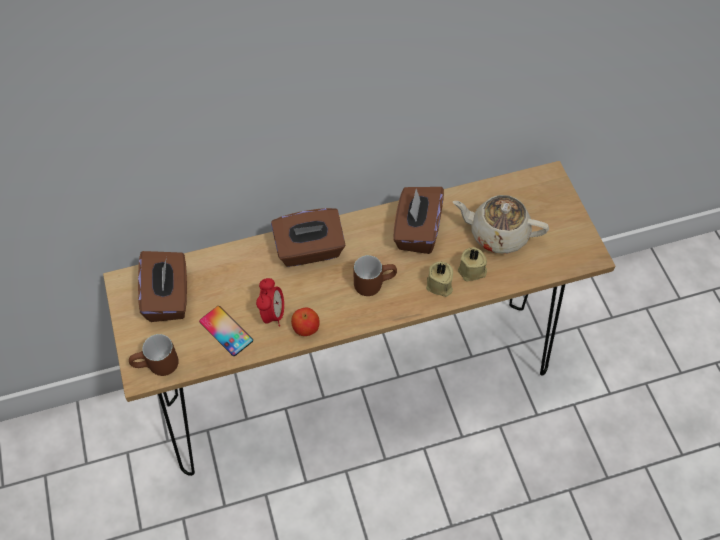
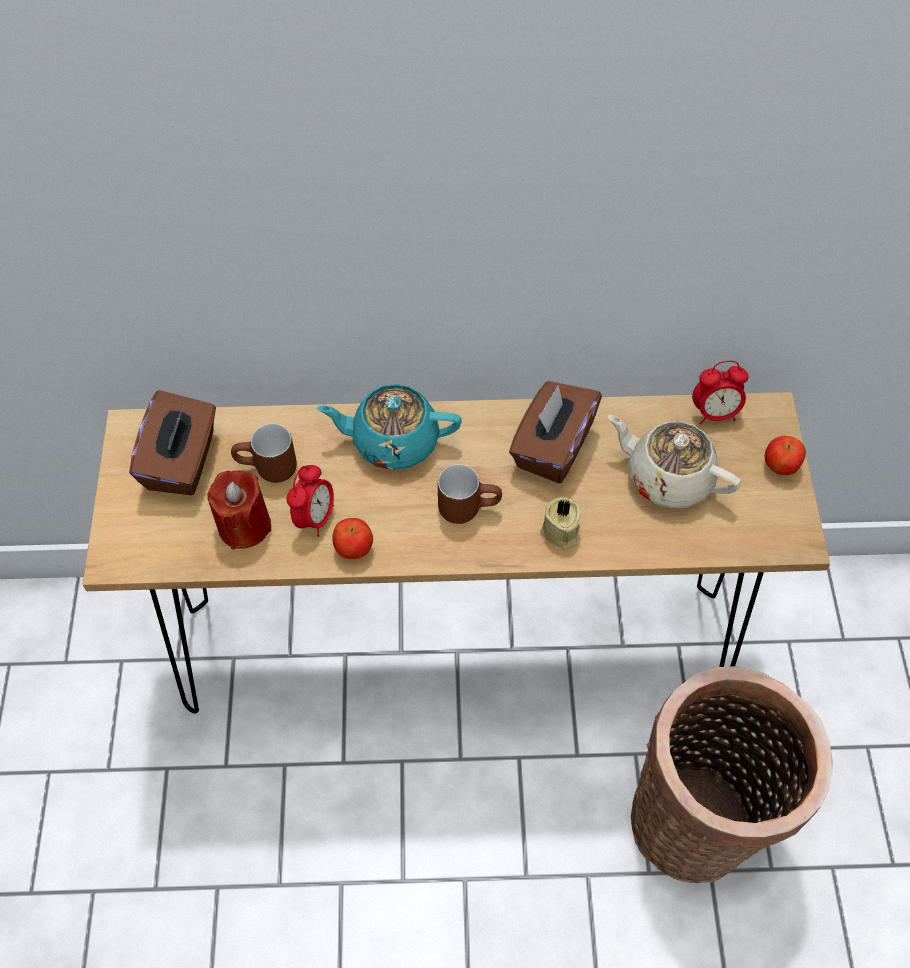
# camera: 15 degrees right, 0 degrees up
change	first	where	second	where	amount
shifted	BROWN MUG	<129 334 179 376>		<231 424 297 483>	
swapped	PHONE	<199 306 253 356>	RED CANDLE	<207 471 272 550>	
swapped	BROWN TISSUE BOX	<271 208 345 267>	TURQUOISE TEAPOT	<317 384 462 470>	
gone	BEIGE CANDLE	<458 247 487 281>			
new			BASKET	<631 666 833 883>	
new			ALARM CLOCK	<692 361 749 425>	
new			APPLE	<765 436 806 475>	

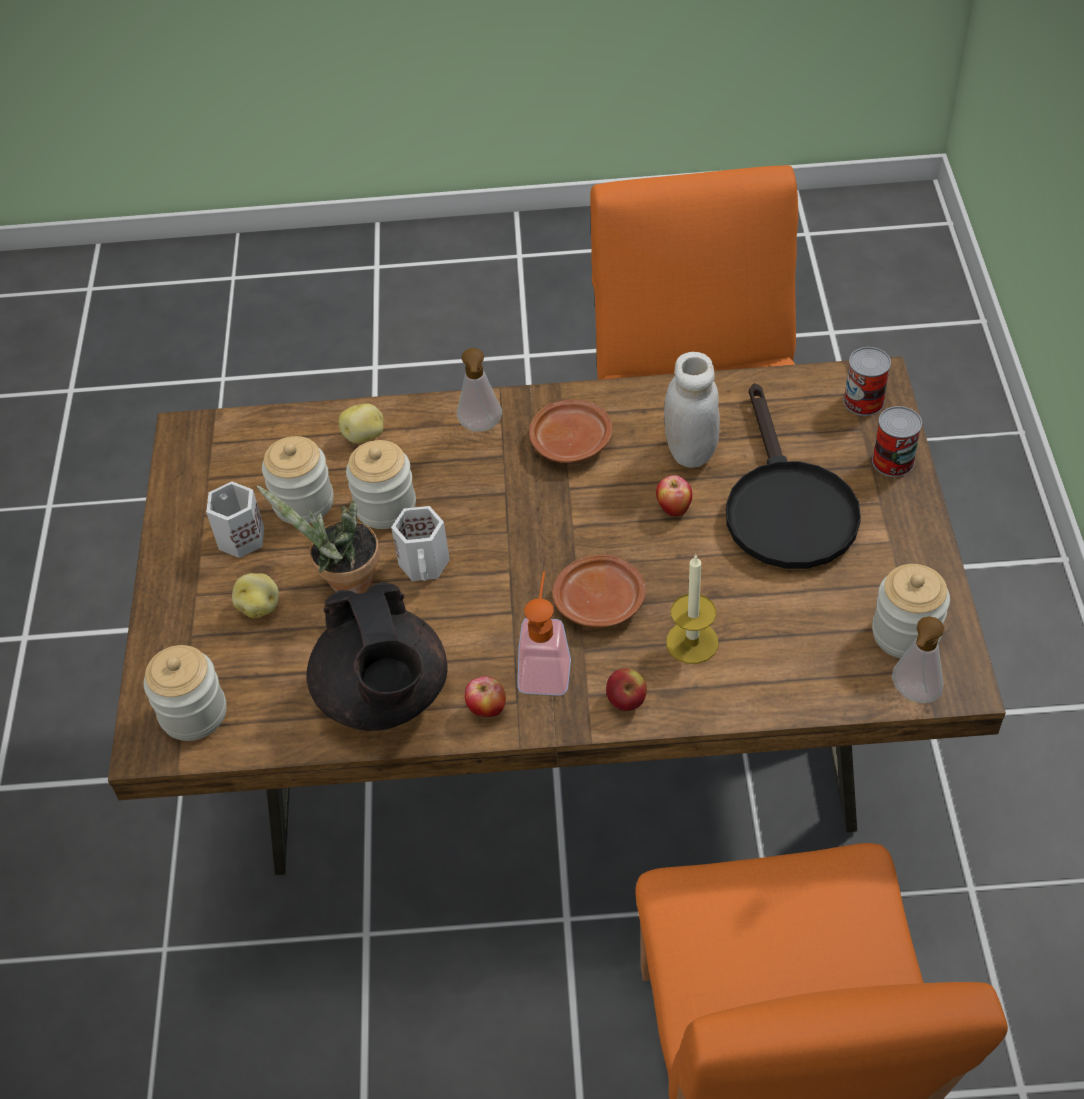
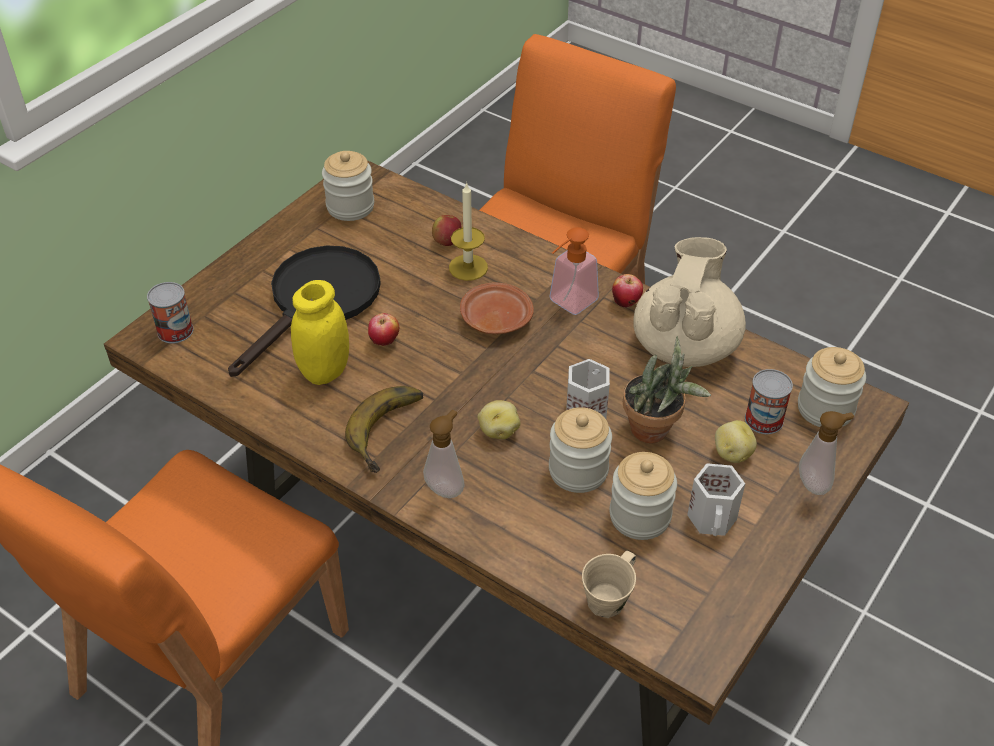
# camera: 145 degrees left, 5 degrees down
change	first	where	second	where	amount
repainted	BLACK TEAPOT	<306 582 447 731>	BEIGE TEAPOT	<633 237 746 367>	
shifted	POTATO	<339 403 384 443>		<477 400 521 439>	
swapped	BROWN PLATE	<529 399 613 463>	BANANA	<345 386 423 473>	
shifted	APPLE	<606 668 647 711>		<432 215 462 246>	
repainted	WHITE JAR	<664 352 720 468>	YELLOW JAR	<291 280 349 385>	
shifted	CAN	<872 406 922 477>		<745 369 793 434>	
shifted	SOAP DISPENSER	<892 616 944 703>		<799 411 854 495>	
new			BEIGE MUG	<582 551 636 618>	

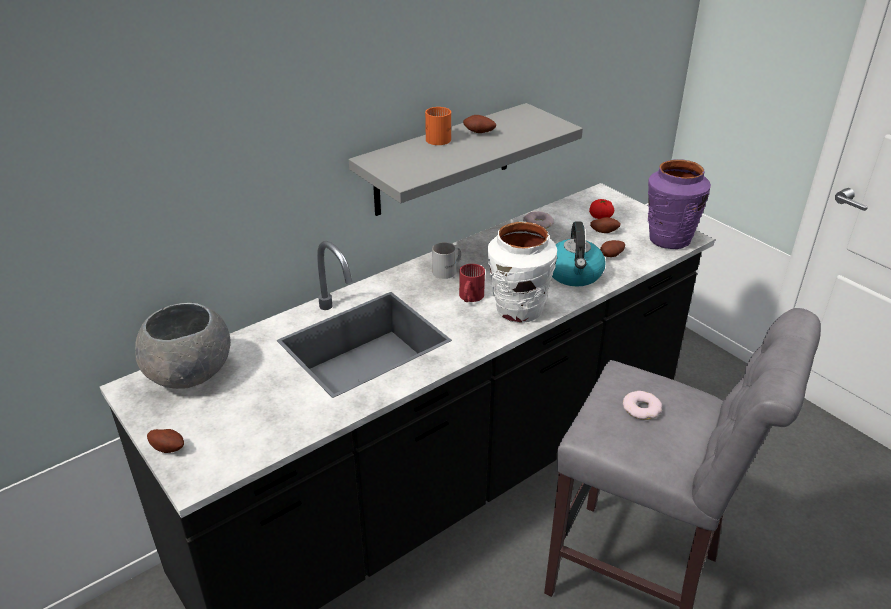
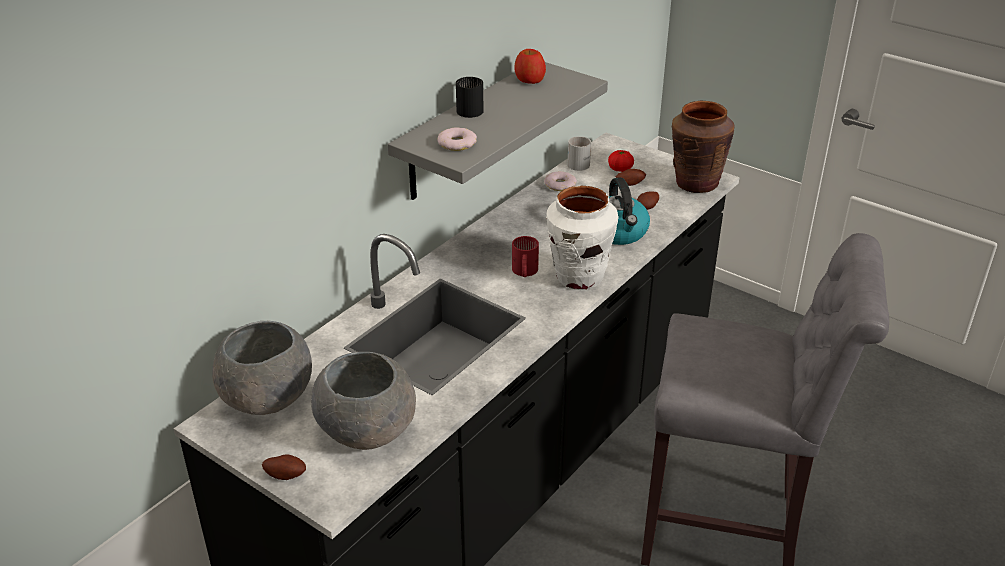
# camera: 15 degrees left, 0 degrees up
change	first	where	second	where	amount
repainted	ORANGE MUG	<425 107 451 145>	BLACK MUG	<456 77 483 118>	
shifted	WHITE MUG	<432 242 461 279>		<567 136 591 171>	
gone	POTATO	<463 115 496 133>			
shifted	DONUT	<623 391 662 420>		<437 127 477 151>	
repainted	PURPLE VASE	<648 159 711 249>	BROWN VASE	<671 101 735 193>	
new			GREY BOWL	<311 352 416 450>	
new			APPLE	<514 49 546 84>	

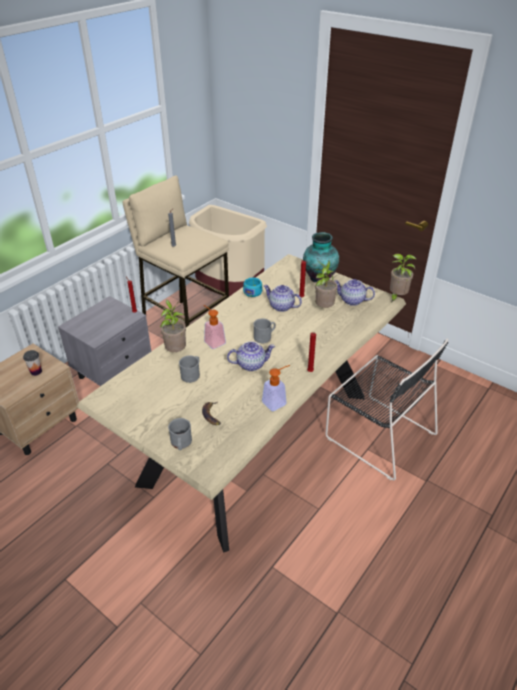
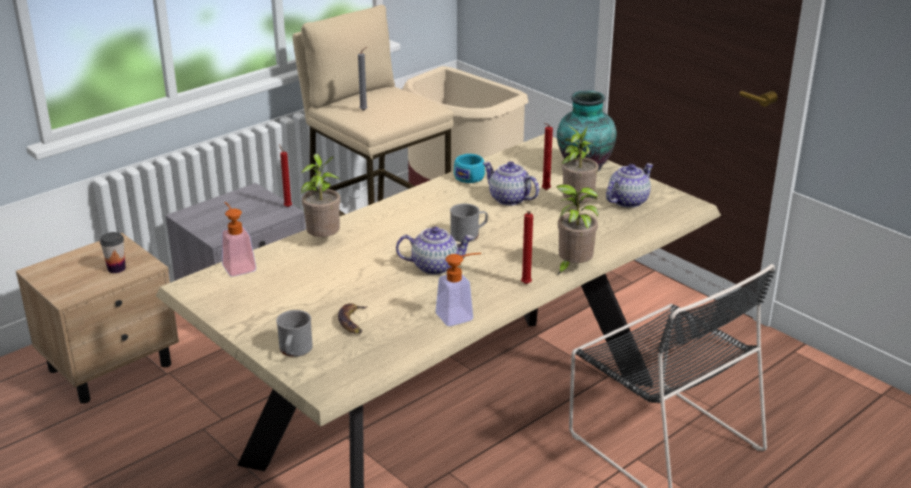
# camera: 10 degrees right, 10 degrees down
change	first	where	second	where	amount
gone	GREY MUG	<179 356 200 383>			
shifted	SOAP DISPENSER	<204 305 226 349>		<222 202 256 277>	
rotated	TEAPOT	<335 279 375 306>		<606 163 653 208>	105 degrees clockwise
shifted	POTTED PLANT	<390 254 416 302>		<556 184 599 275>	

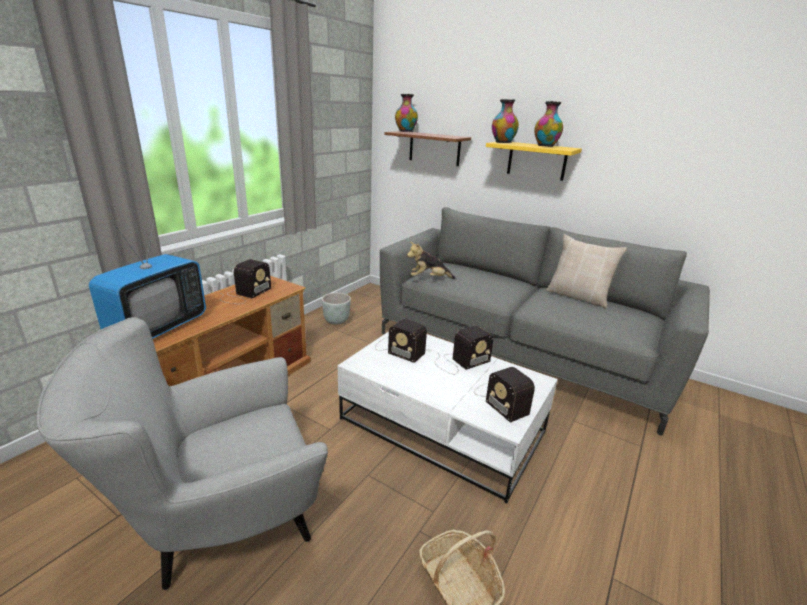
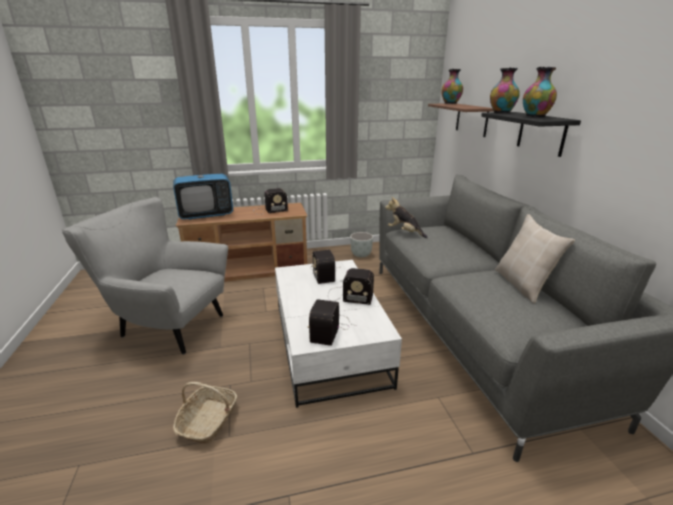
# camera: 45 degrees right, 0 degrees up
change	first	where	second	where	amount
repainted	YELLOW SHELF	<486 142 582 181>	BLACK SHELF	<481 112 581 157>	

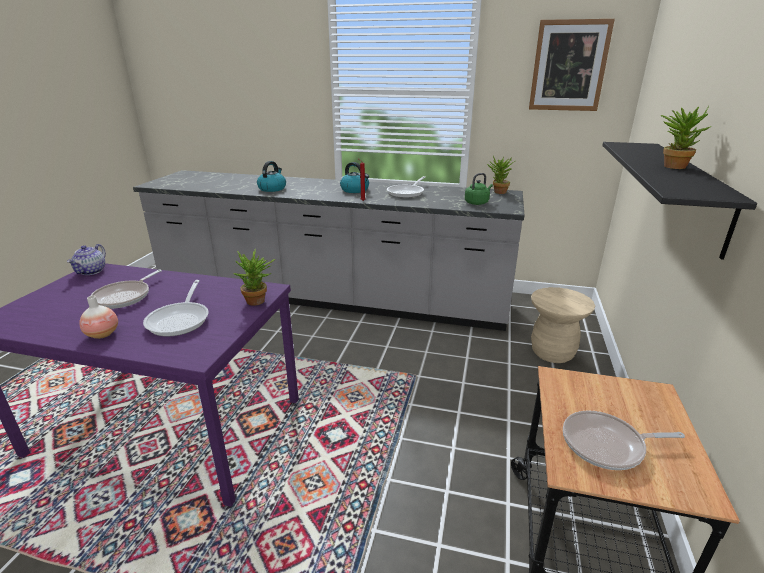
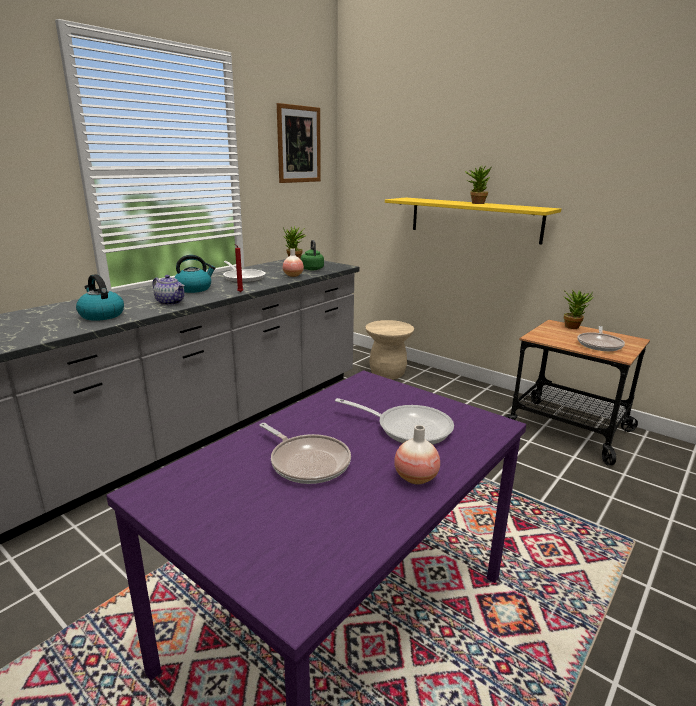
# camera: 65 degrees left, 5 degrees down
change	first	where	second	where	amount
shifted	TEAPOT	<67 244 106 275>		<153 275 185 305>	
shifted	POTTED PLANT	<233 249 275 306>		<563 290 594 329>	
repainted	BLACK SHELF	<602 142 757 260>	YELLOW SHELF	<385 198 561 244>	
new			VASE	<283 248 304 277>	

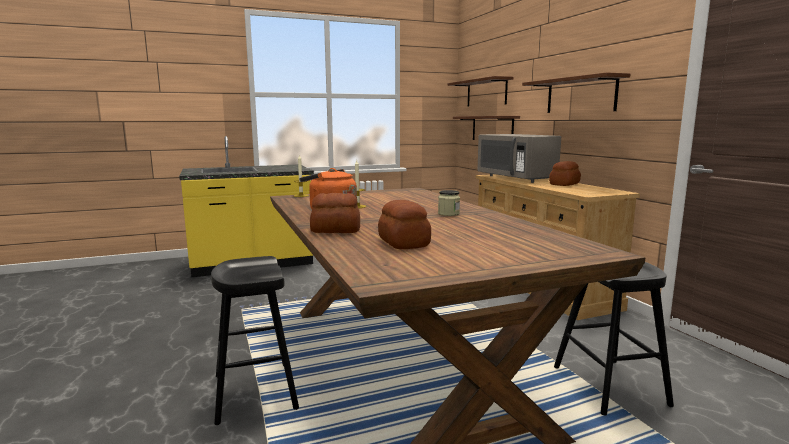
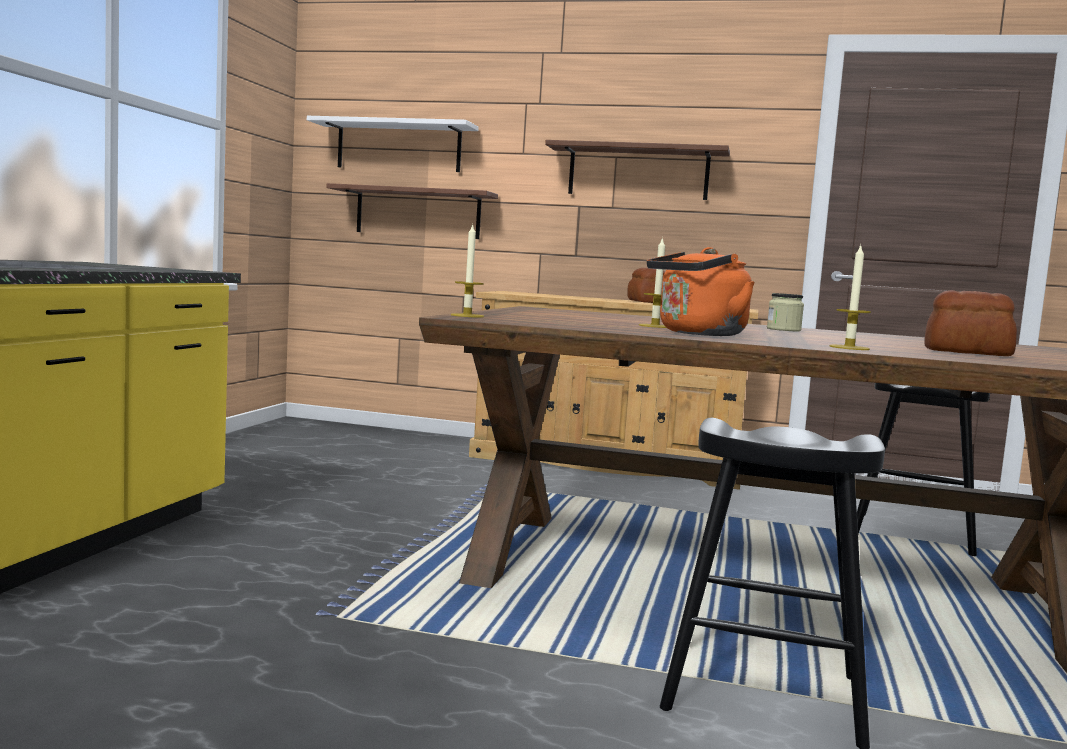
# camera: 55 degrees left, 5 degrees down
change	first	where	second	where	amount
swapped	BREAD	<310 193 360 233>	CANDLE	<830 246 871 350>	
repainted	BROWN SHELF	<448 76 514 107>	WHITE SHELF	<307 116 479 172>	
gone	GREY MICROWAVE	<477 134 561 183>			

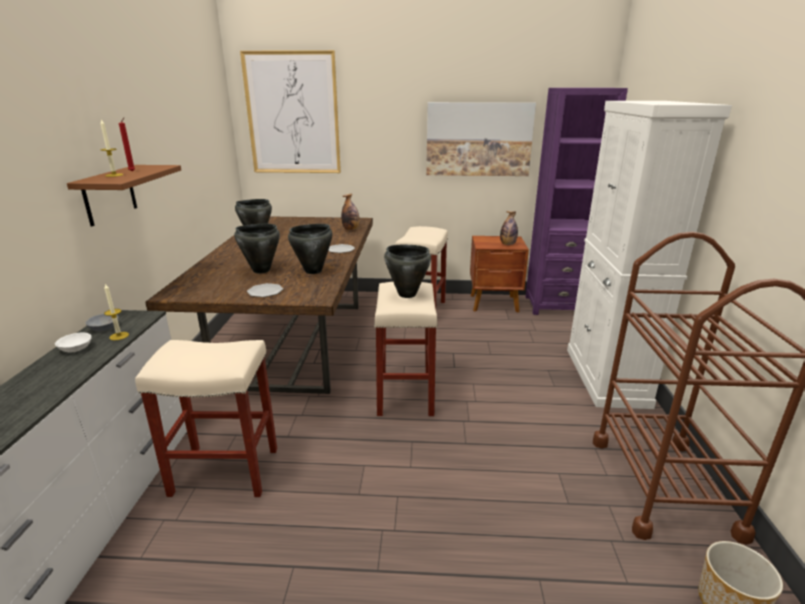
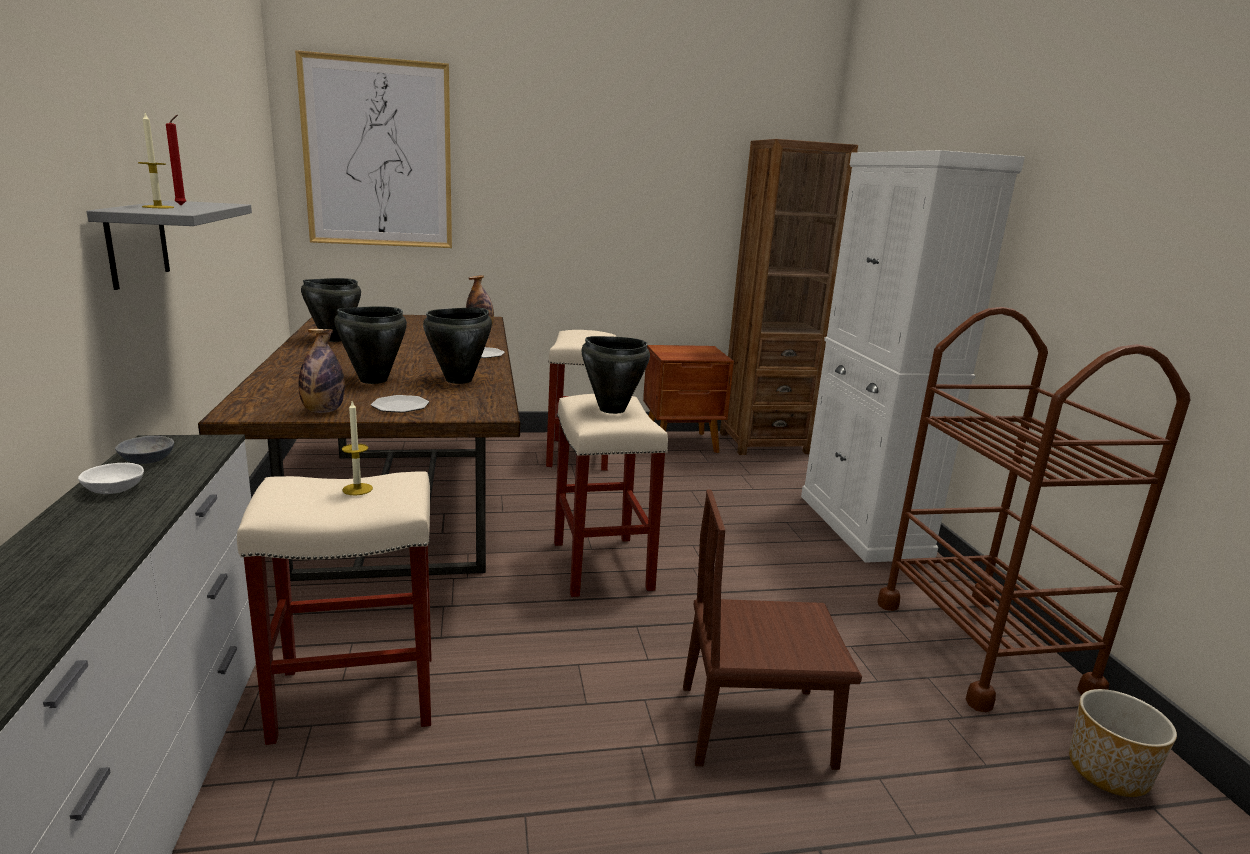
# camera: 15 degrees left, 5 degrees down
change	first	where	second	where	amount
repainted	BROWN SHELF	<67 165 181 226>	GREY SHELF	<87 200 252 290>	
shifted	CANDLE	<104 284 129 340>		<342 401 373 495>	
gone	PICTURE	<426 102 536 176>			
shifted	BOTTLE	<500 211 518 245>		<299 329 345 413>	
repainted	PURPLE BOOKCASE	<525 88 628 315>	BROWN BOOKCASE	<720 139 858 455>	
new			BROWN CHAIR	<683 489 862 770>	

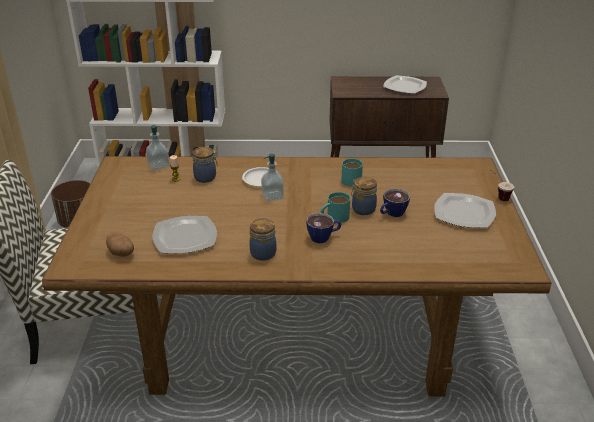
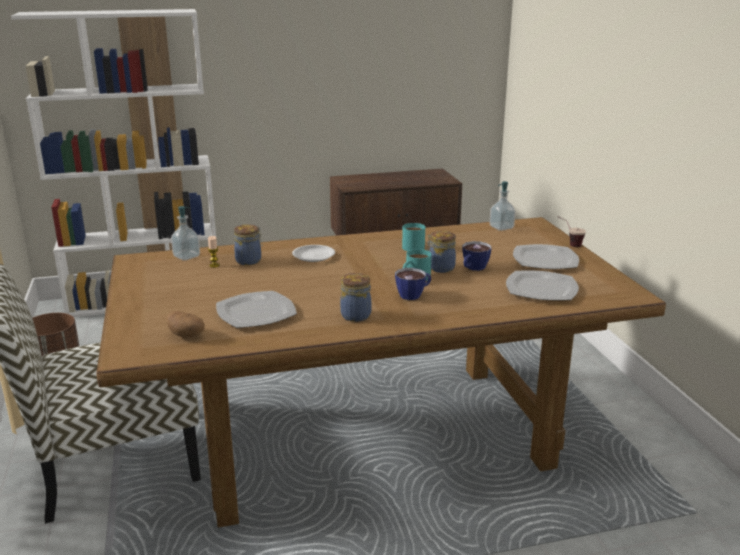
# camera: 15 degrees left, 10 degrees down
change	first	where	second	where	amount
shifted	SOAP DISPENSER	<261 154 284 201>		<489 181 515 231>	
shifted	PLATE	<383 75 427 94>		<506 271 579 300>	

